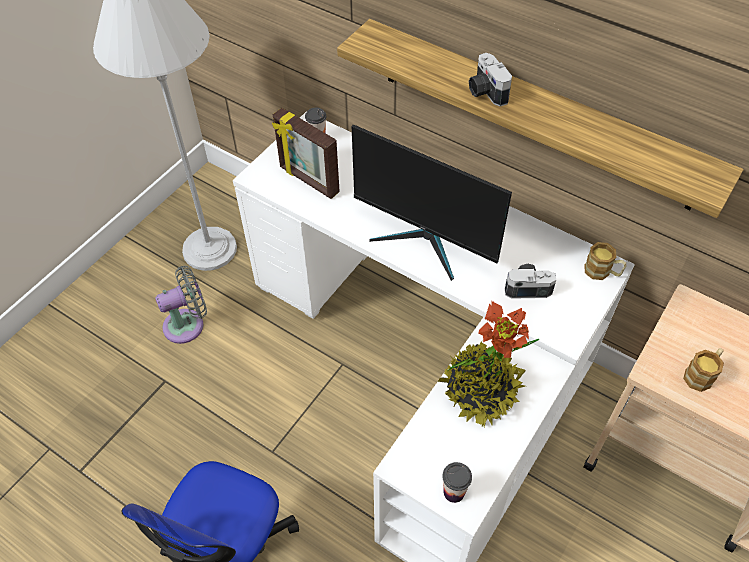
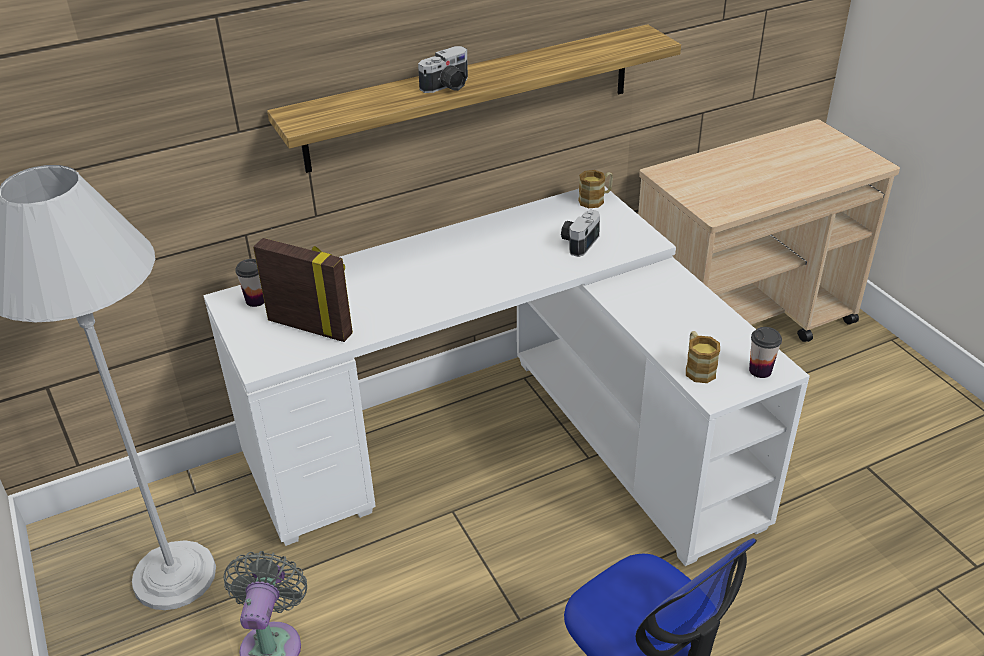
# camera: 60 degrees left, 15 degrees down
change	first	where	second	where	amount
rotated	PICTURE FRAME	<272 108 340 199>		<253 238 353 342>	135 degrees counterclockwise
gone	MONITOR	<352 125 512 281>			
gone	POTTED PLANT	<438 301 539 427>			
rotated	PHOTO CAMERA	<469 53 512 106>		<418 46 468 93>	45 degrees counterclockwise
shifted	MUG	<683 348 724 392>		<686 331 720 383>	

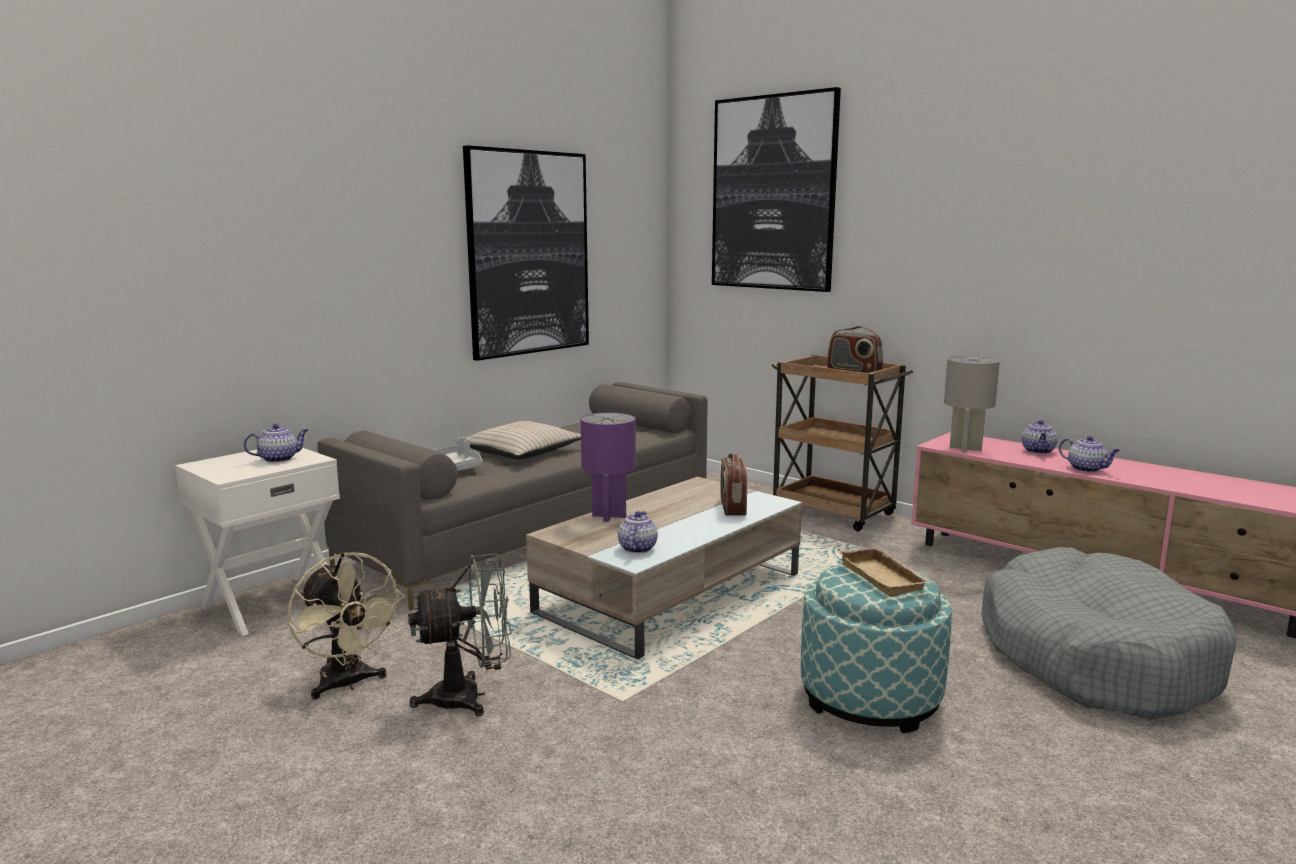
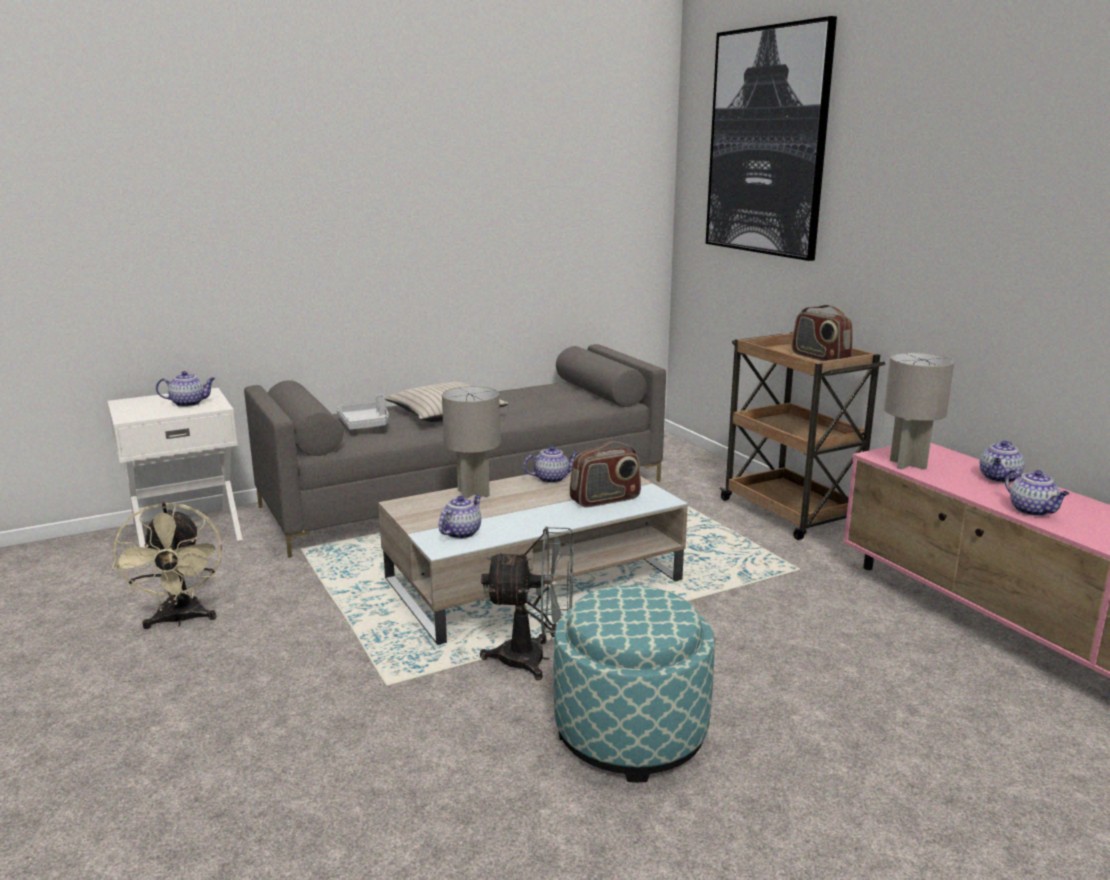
# camera: 20 degrees right, 5 degrees up
change	first	where	second	where	amount
shifted	GREY FAN	<408 554 511 716>		<480 526 574 680>	
gone	PICTURE	<463 145 589 361>			
repainted	PURPLE TABLE LAMP	<581 412 636 522>	GREY TABLE LAMP	<442 386 500 499>	
rotated	RADIO	<720 454 747 515>		<570 441 641 508>	135 degrees counterclockwise
gone	BEIGE TRAY	<838 547 931 597>			
gone	GREY DOG BED	<981 547 1237 720>			
new			TEAPOT	<524 446 579 483>	

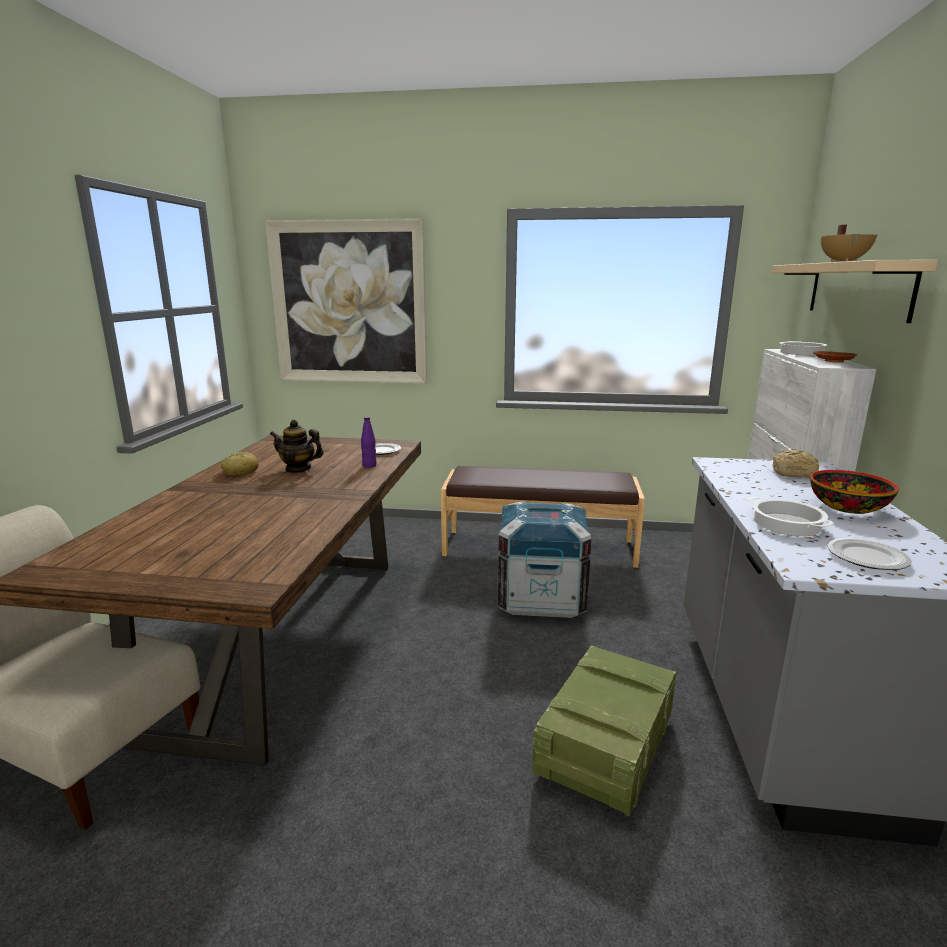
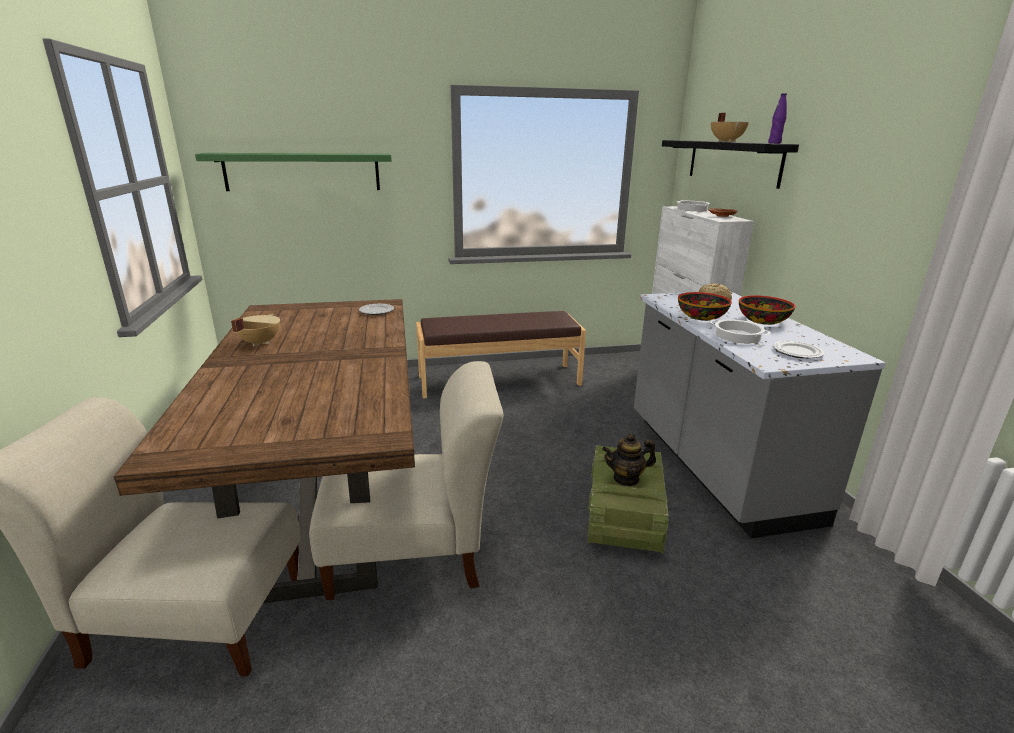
# camera: 20 degrees left, 5 degrees up
change	first	where	second	where	amount
swapped	BREAD	<221 452 258 475>	BEIGE COOKING POT	<231 314 280 346>	
swapped	PICTURE	<265 218 428 384>	GREEN SHELF	<195 153 392 191>	
shifted	TEAPOT	<270 420 324 473>		<602 433 656 486>	
shifted	PURPLE BOTTLE	<361 417 376 468>		<768 93 787 143>	
gone	CRATE	<497 501 592 618>			
repainted	BEIGE SHELF	<771 260 938 323>	BLACK SHELF	<662 140 799 189>	
new			BEIGE CHAIR	<309 361 503 600>	
new			BOWL	<678 292 732 321>	

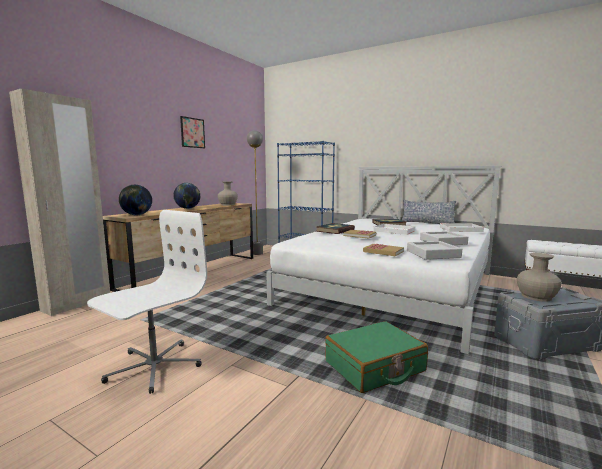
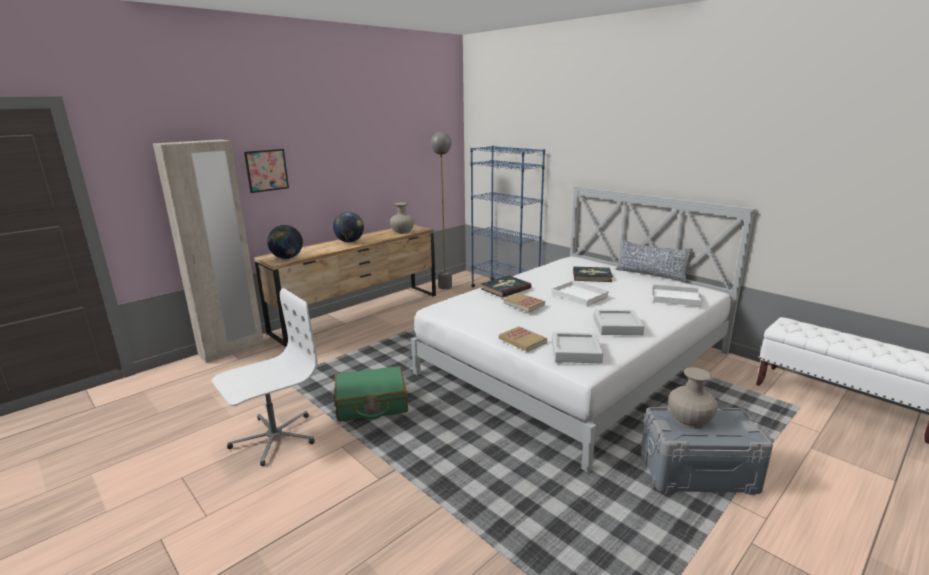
# camera: 15 degrees right, 10 degrees up
change	first	where	second	where	amount
shifted	PICTURE	<180 116 205 148>		<244 149 289 193>	
shifted	GREEN SUITCASE	<325 321 428 393>		<335 366 408 421>	

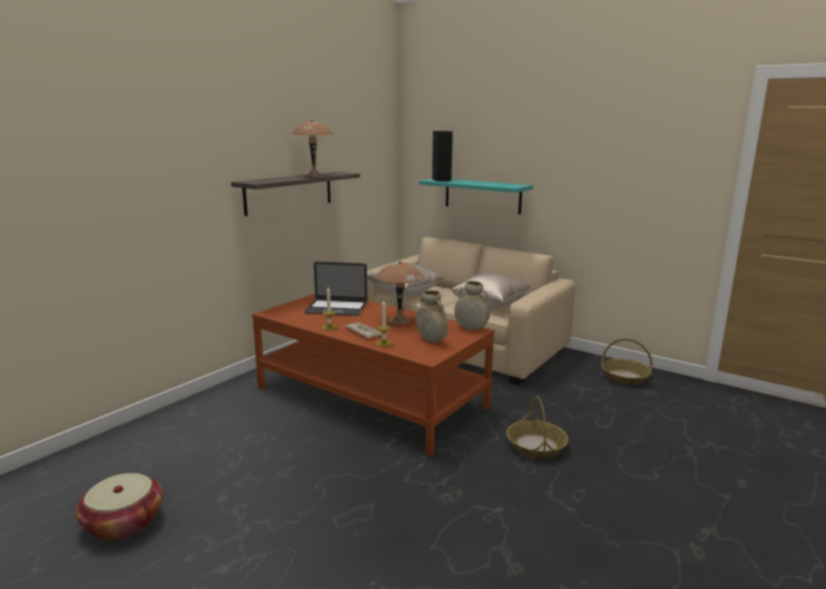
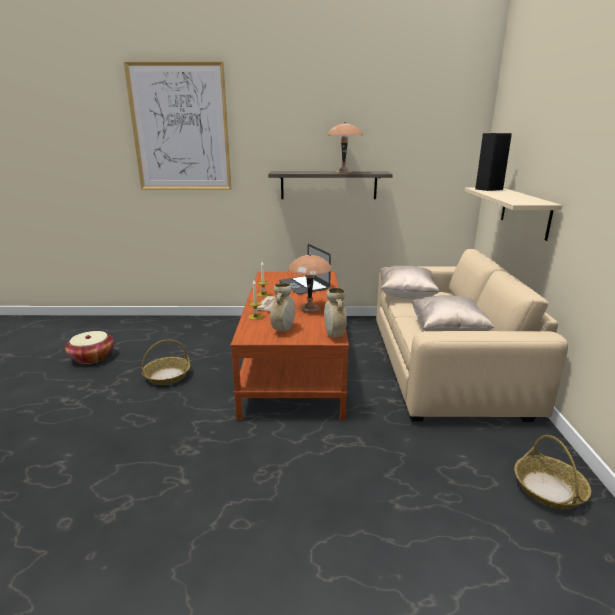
# camera: 55 degrees right, 5 degrees up
change	first	where	second	where	amount
repainted	TURQUOISE SHELF	<419 179 533 214>	BEIGE SHELF	<464 187 563 241>	
shifted	BASKET	<506 396 568 459>		<141 340 190 385>	
new			PICTURE	<124 61 231 189>	

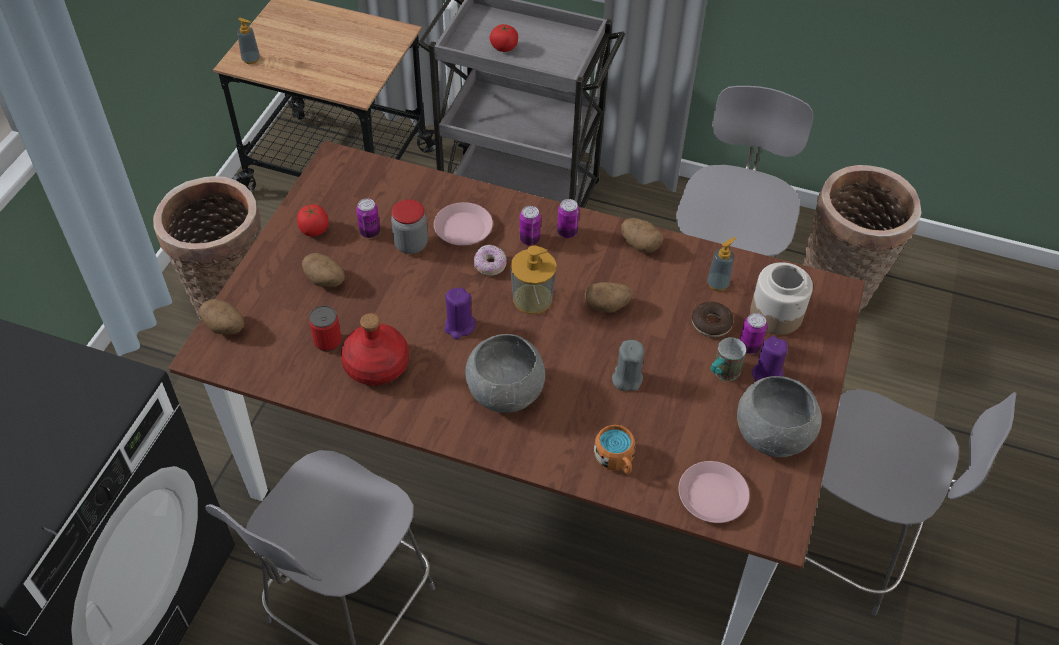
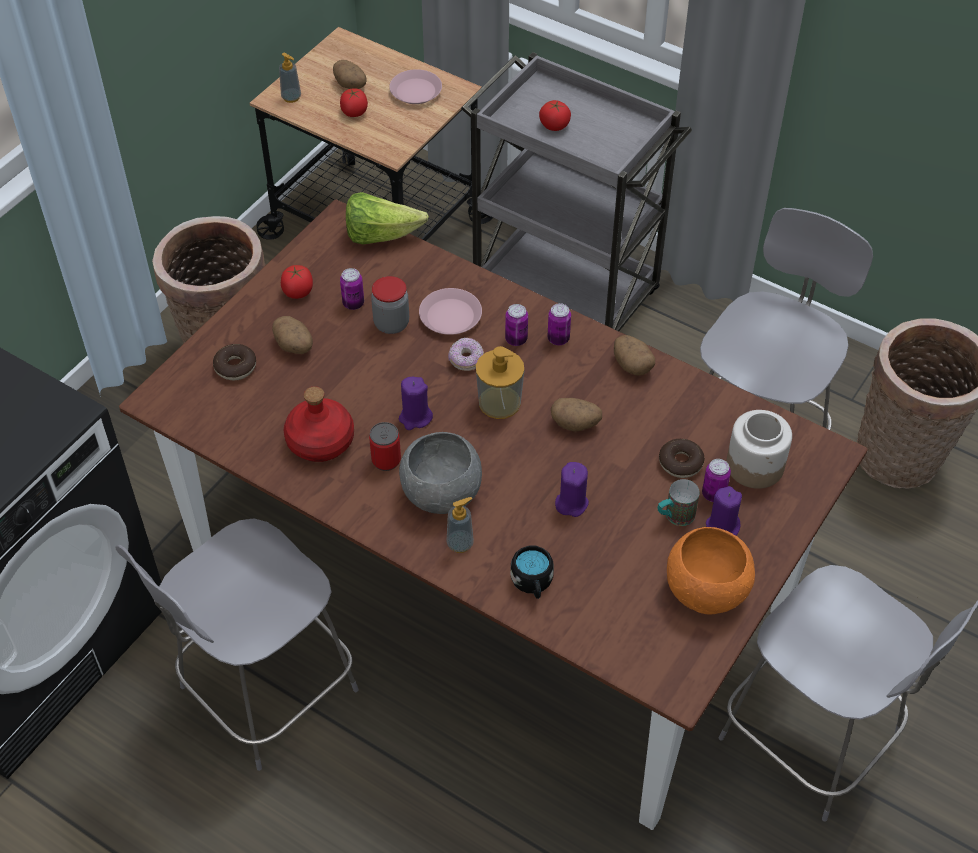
# camera: 15 degrees right, 0 degrees up
change	first	where	second	where	amount
shifted	POTATO	<200 299 244 334>		<333 60 366 89>	
shifted	CAN	<309 306 342 352>		<369 422 401 471>	
repainted	ORANGE MUG	<594 425 636 474>	BLACK MUG	<510 545 554 599>	
repainted	GREY CANDLE	<612 340 644 391>	PURPLE CANDLE	<555 462 589 517>	
shifted	PINK PLATE	<678 461 750 523>		<389 69 442 104>	
shifted	SOAP DISPENSER	<707 237 736 291>		<446 497 474 553>	
repainted	GREY BOWL	<737 376 822 457>	ORANGE BOWL	<667 527 755 615>	
new			DONUT	<213 344 256 380>	
new			TOMATO	<340 88 368 117>	
new			LETTUCE	<346 192 429 245>	

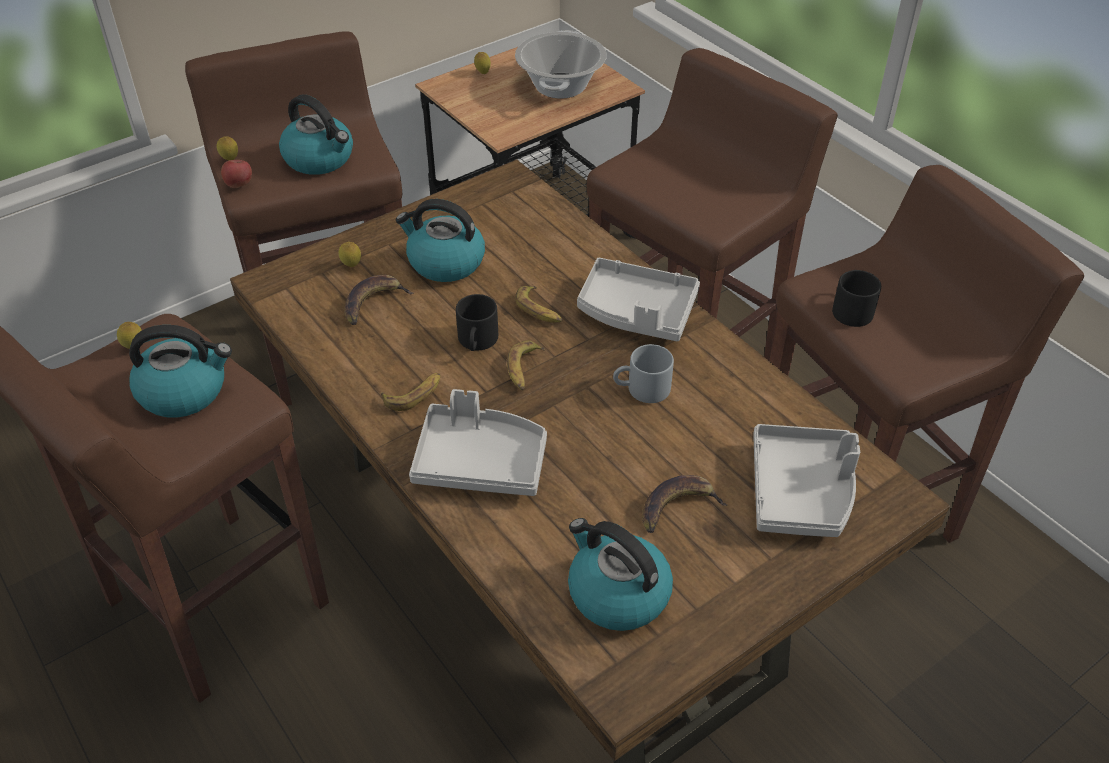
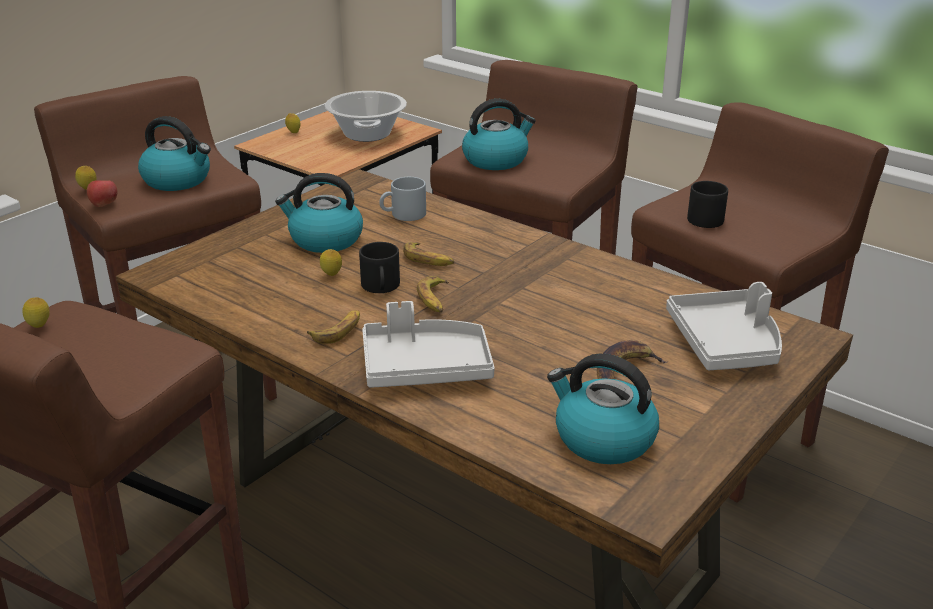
# camera: 15 degrees left, 15 degrees down
change	first	where	second	where	amount
shifted	KETTLE	<129 325 232 418>		<462 99 536 170>	
shifted	LEMON	<338 242 361 267>		<320 249 342 276>	
gone	BANANA	<344 275 413 325>			
gone	GREY TRAY	<577 258 700 341>			
shifted	GREY MUG	<613 344 674 403>		<379 177 426 221>	

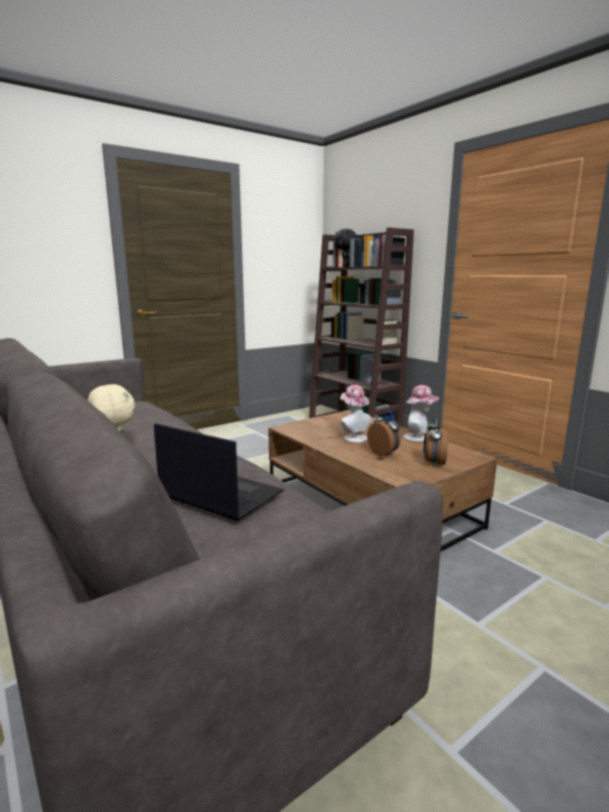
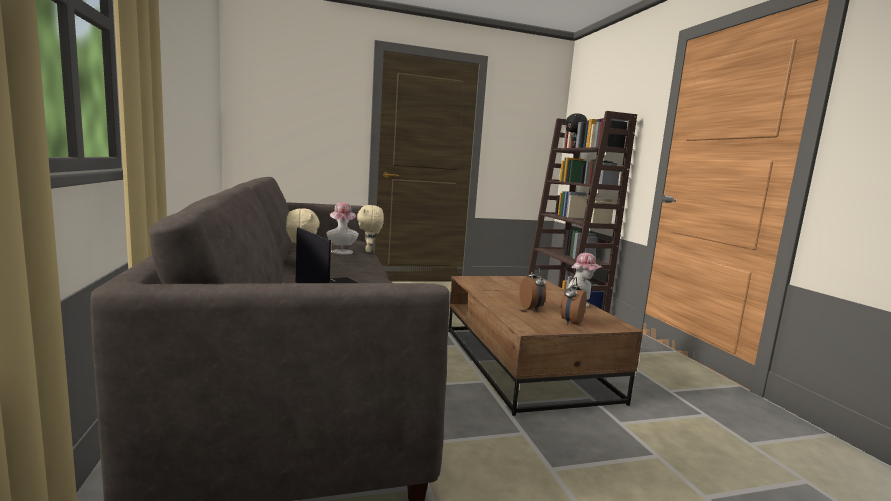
# camera: 20 degrees right, 5 degrees down
change	first	where	second	where	amount
shifted	HAT	<340 385 372 443>		<326 202 359 254>	
new			BEIGE PLUSH TOY	<357 205 384 252>	

